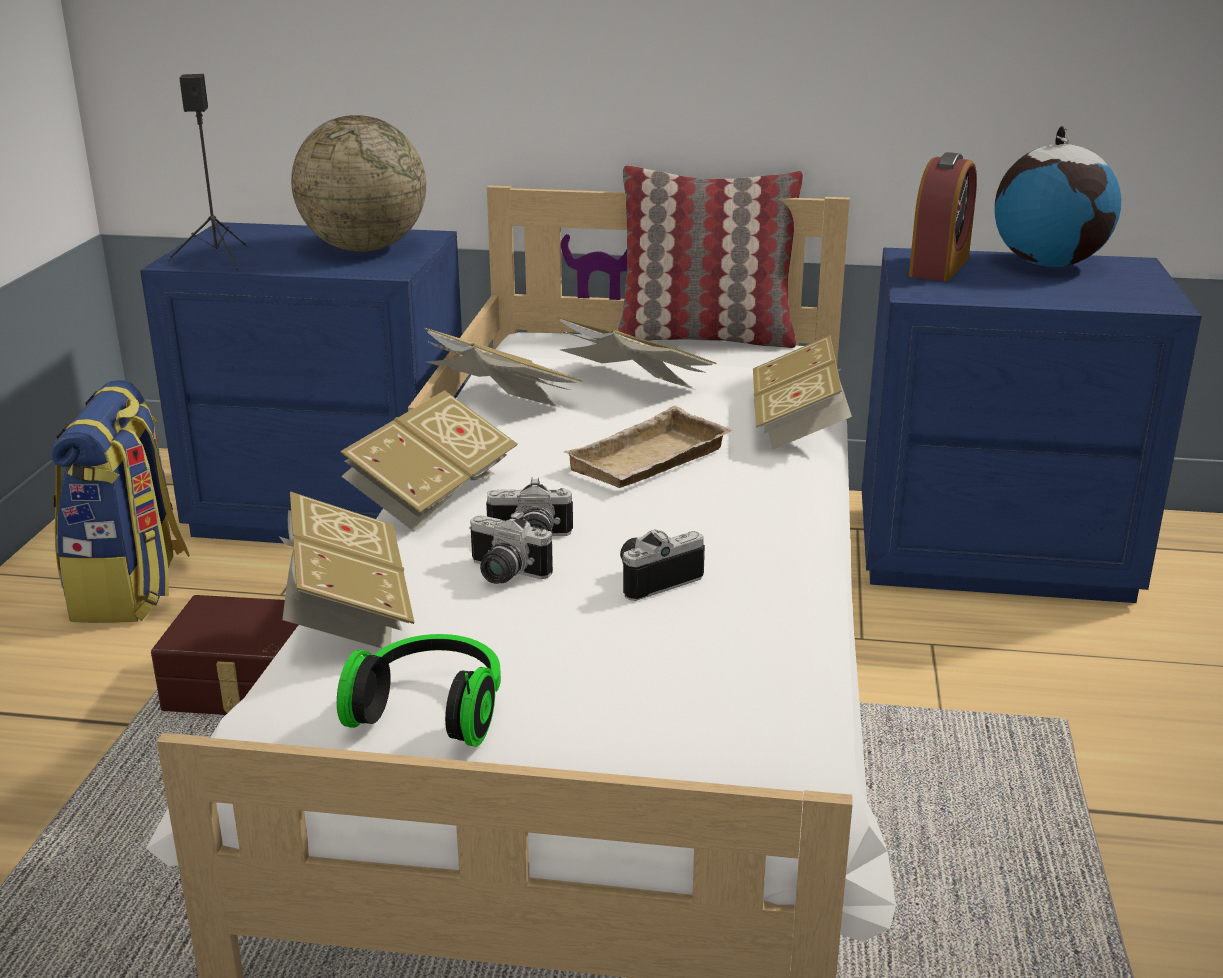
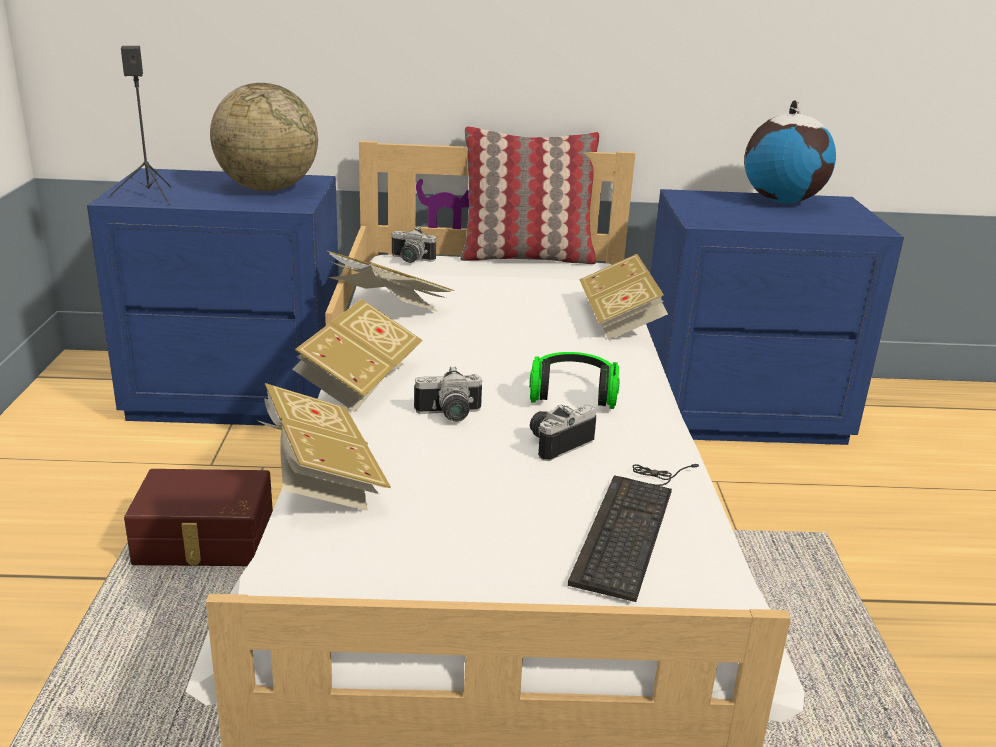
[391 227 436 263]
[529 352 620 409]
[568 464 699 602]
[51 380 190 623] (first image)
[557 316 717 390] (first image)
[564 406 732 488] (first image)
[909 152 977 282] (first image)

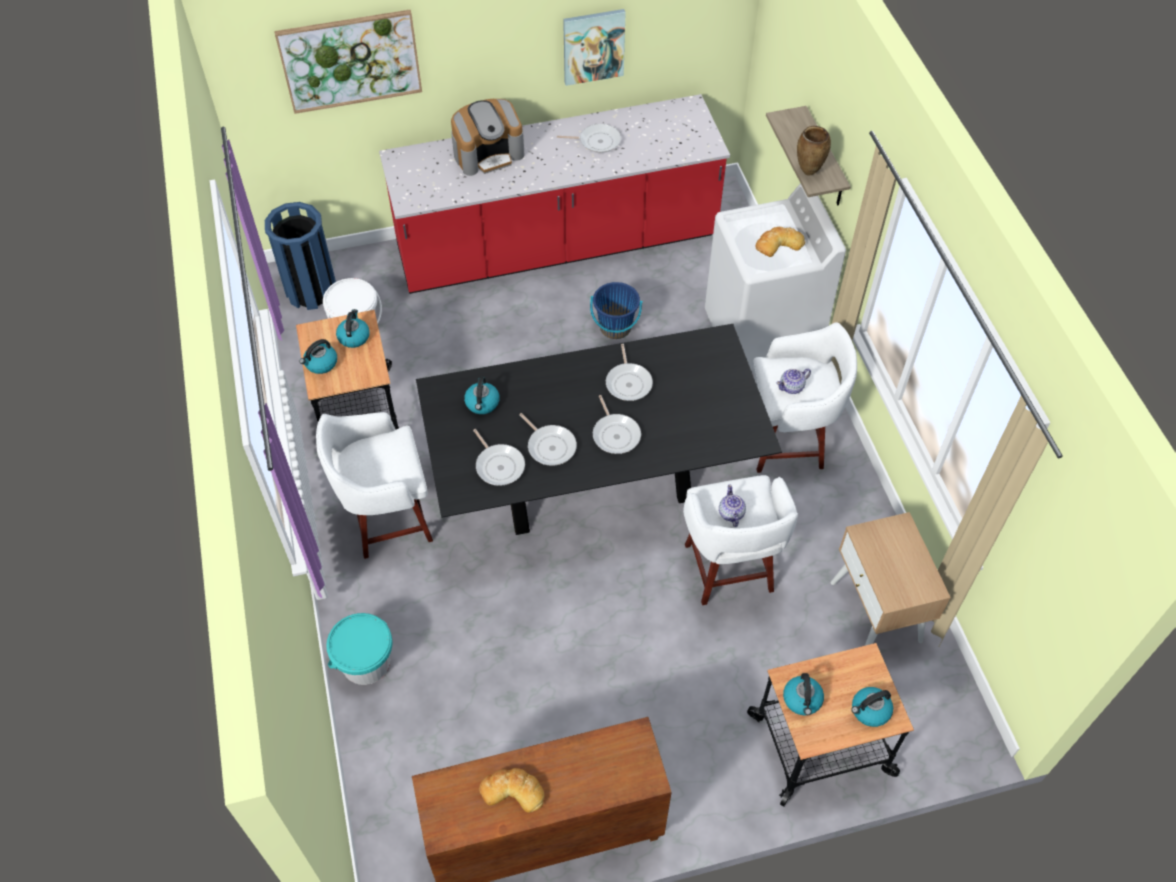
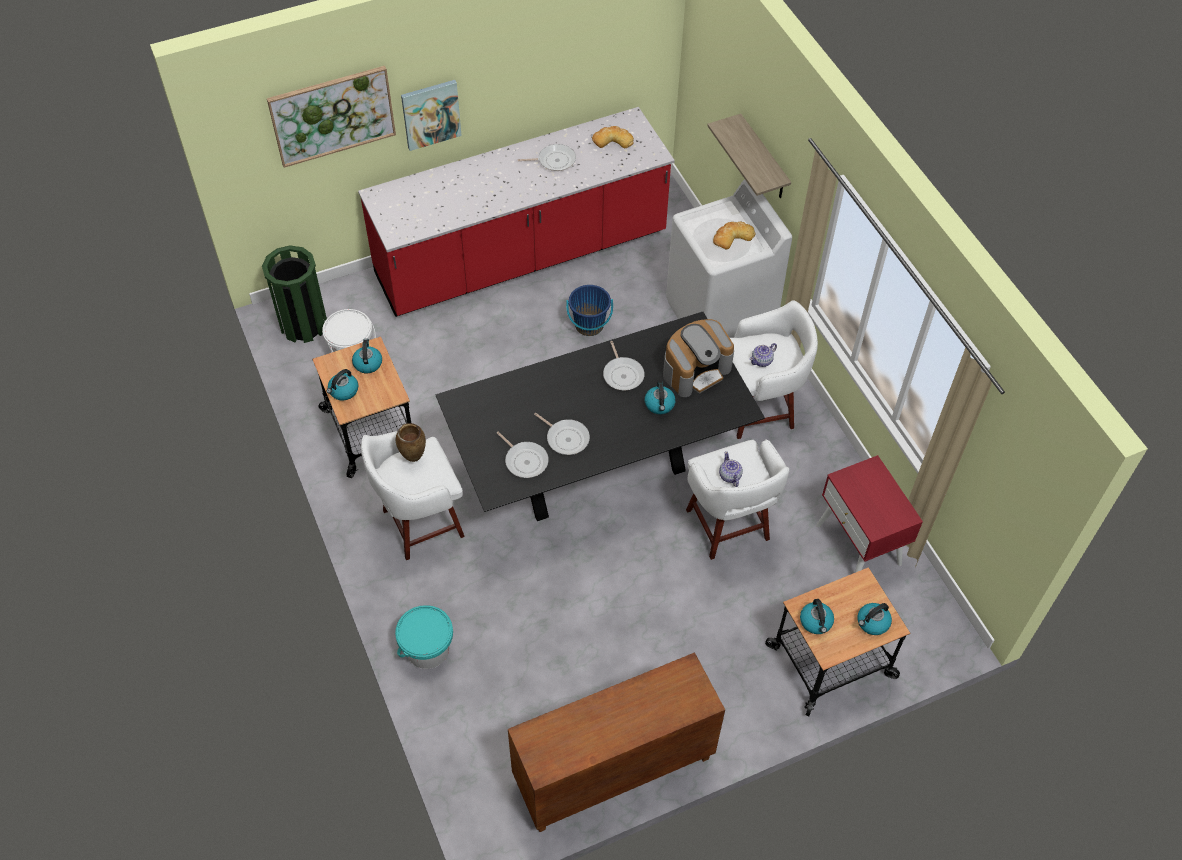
[262 245 327 343]
[396 423 426 462]
[401 80 462 151]
[592 126 634 148]
[645 381 676 414]
[663 319 734 397]
[816 455 923 573]
[593 395 641 454] (first image)

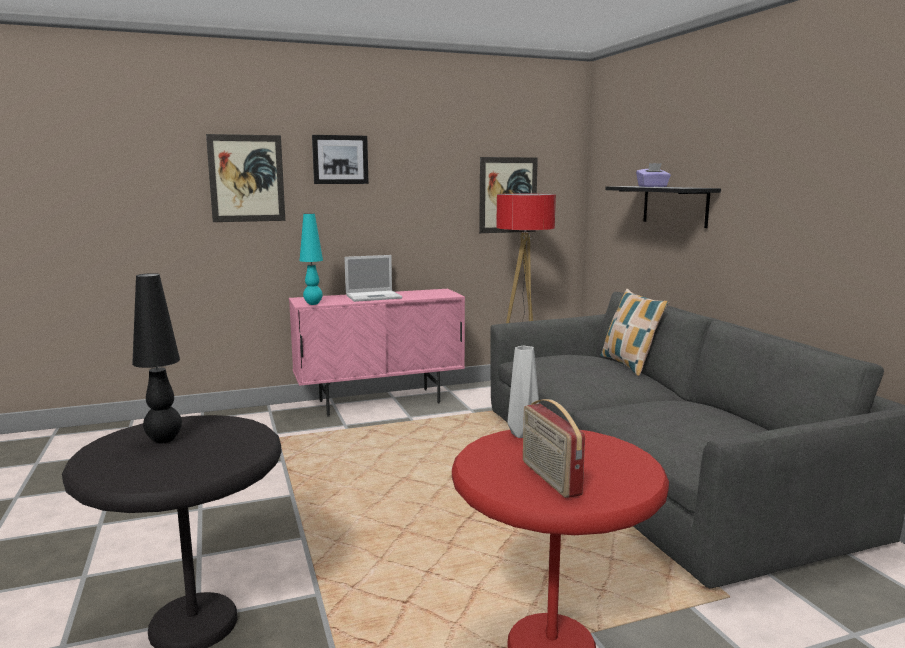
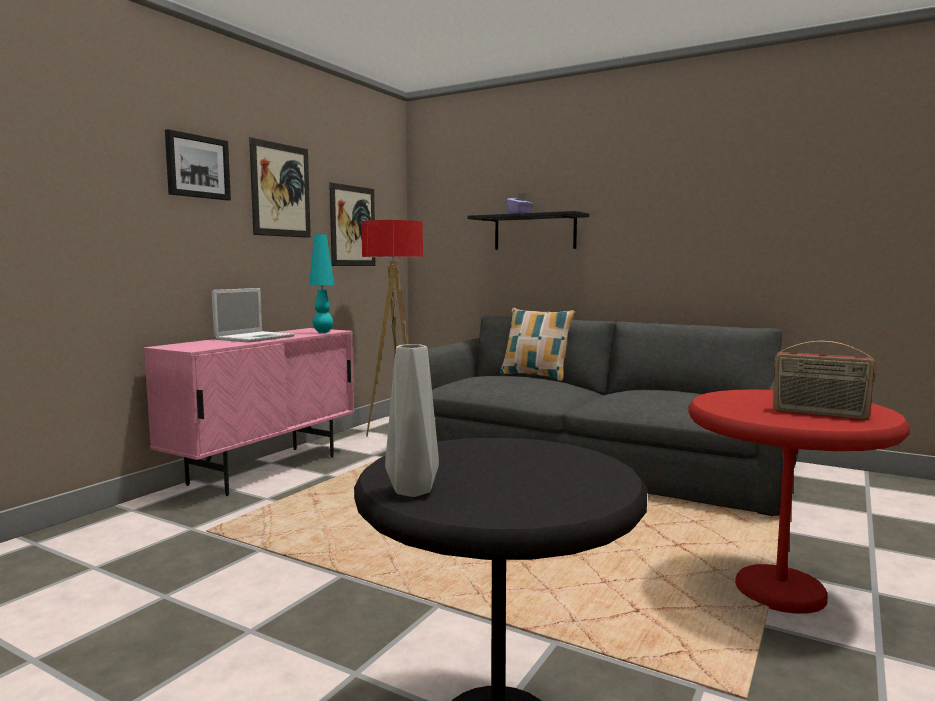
[249 137 311 238]
[309 234 334 333]
[385 344 439 497]
[132 273 182 443] (first image)

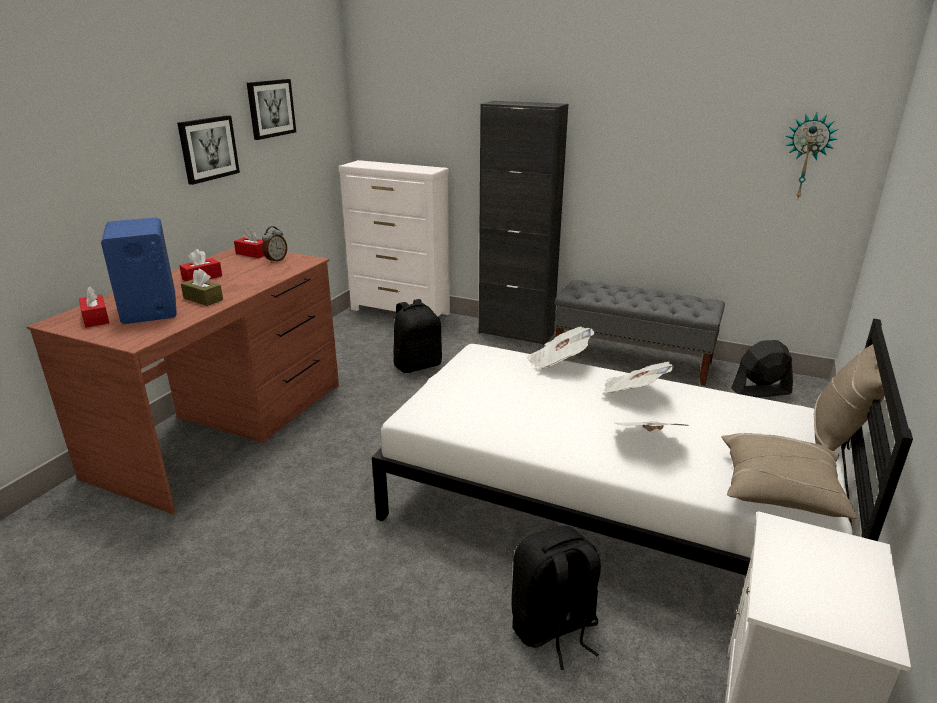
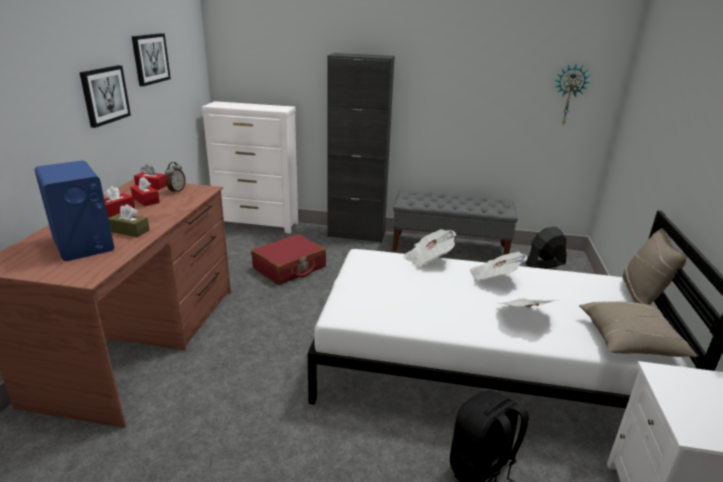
[130 177 160 206]
[251 234 326 285]

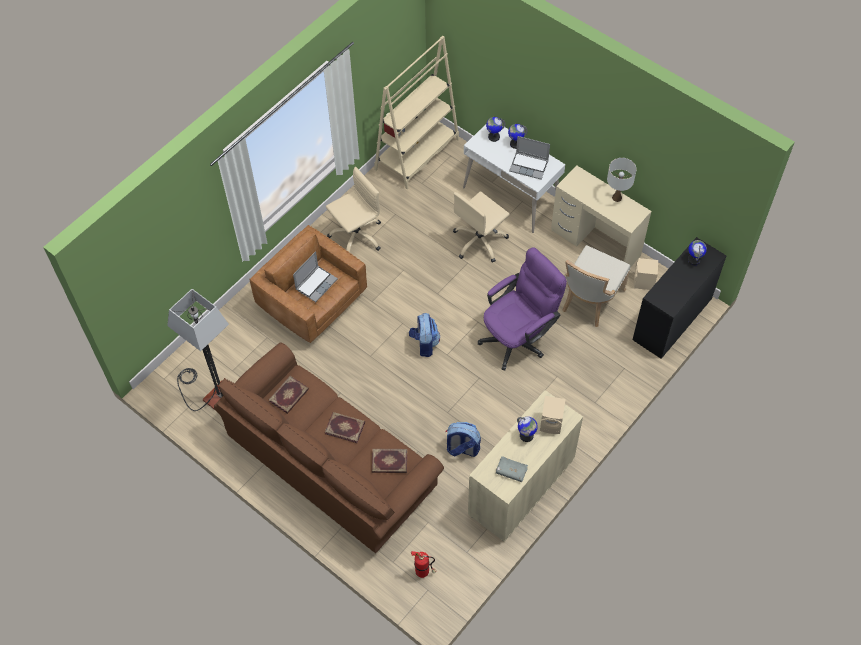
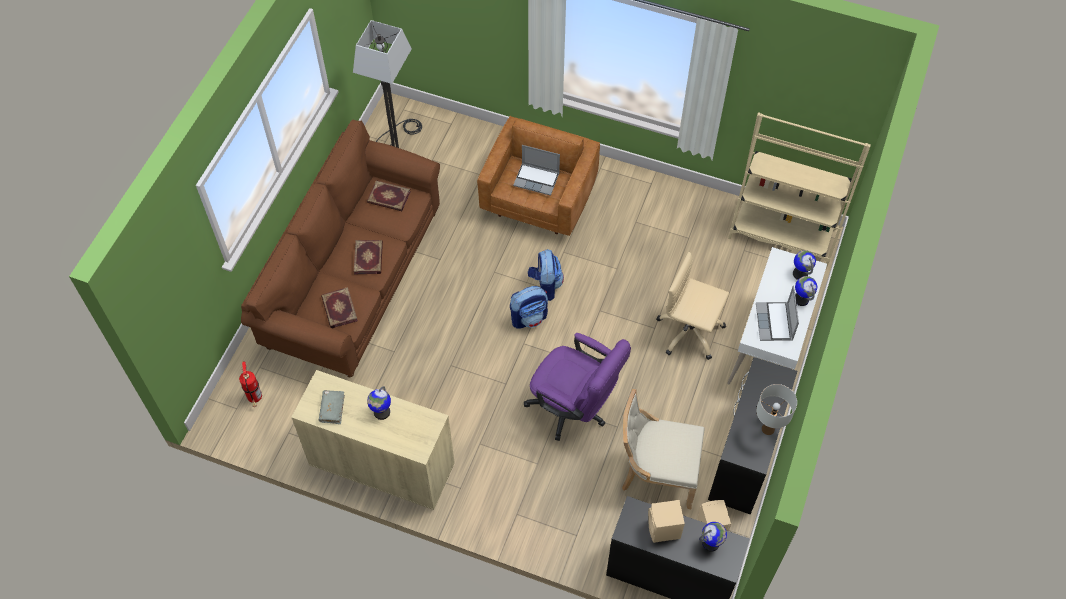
[528 249 564 301]
[648 500 685 543]
[708 357 797 515]
[326 167 381 252] (first image)

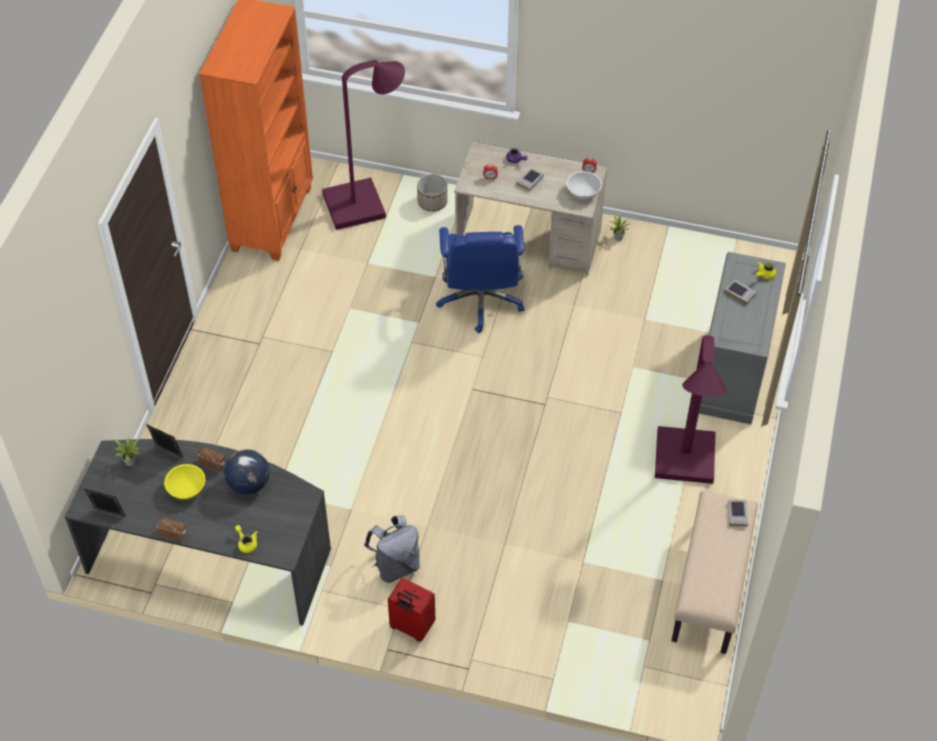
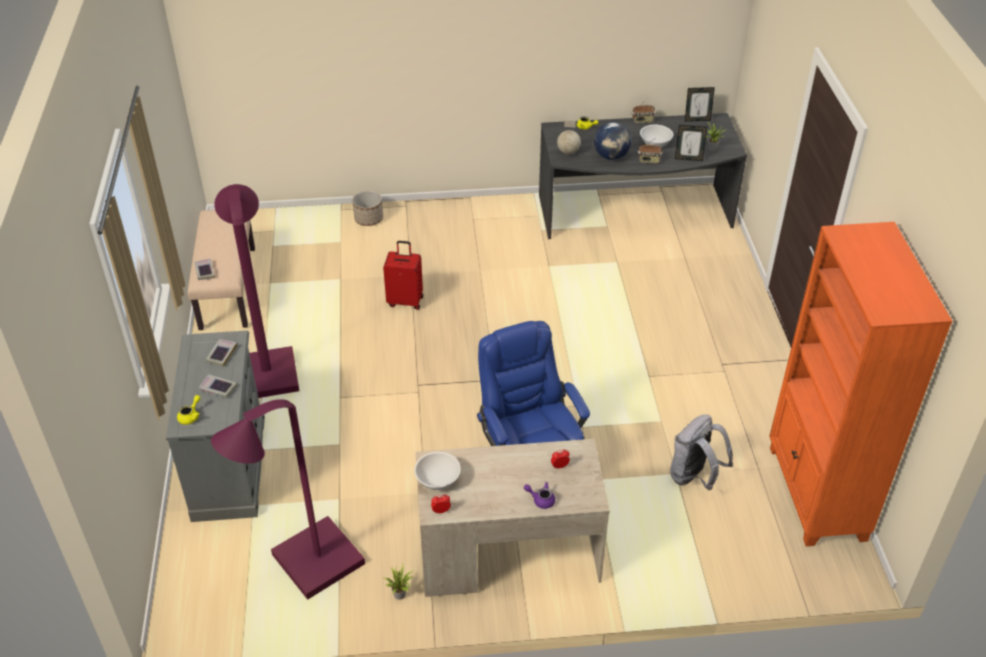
[206 339 237 367]
[211 399 365 600]
[352 191 383 226]
[383 241 423 310]
[557 120 581 154]
[640 125 673 147]
[670 414 733 490]

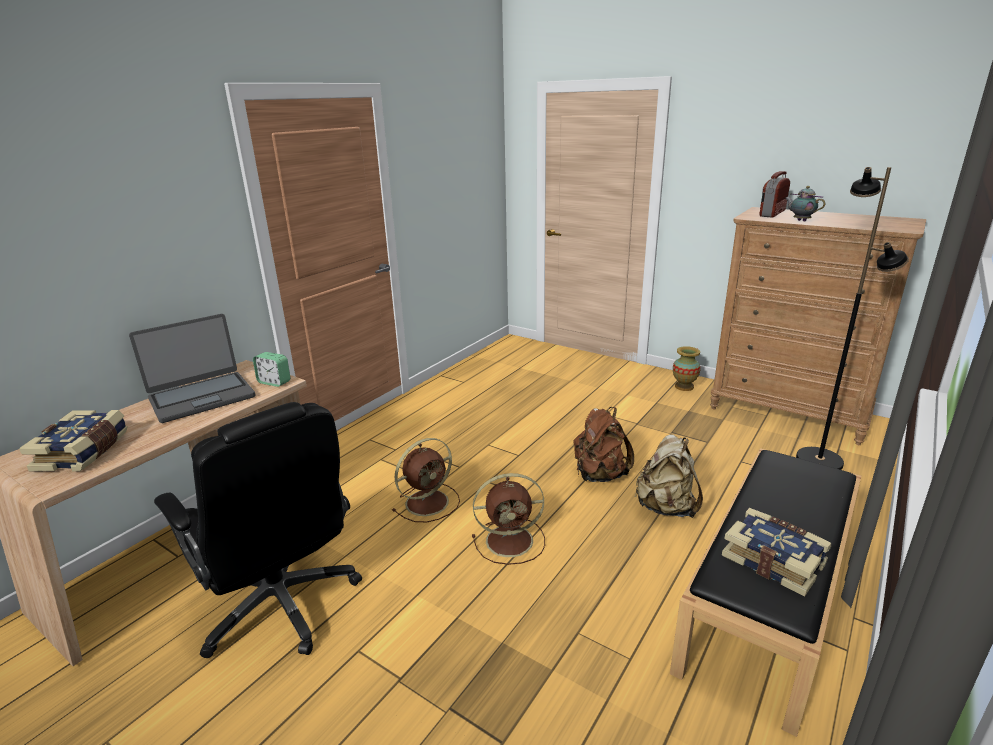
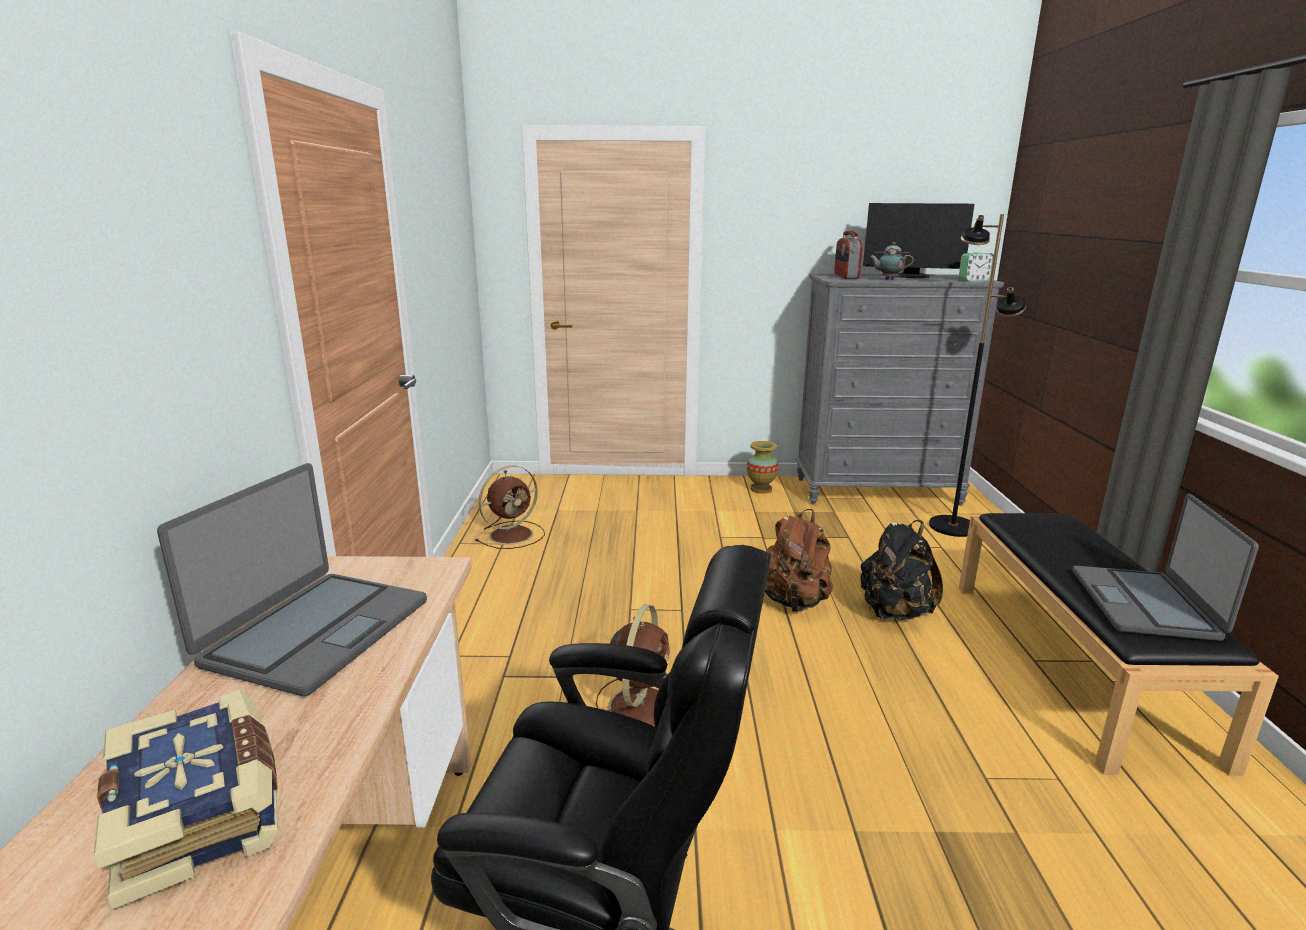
[475 465 545 549]
[796 274 1004 506]
[861 520 943 620]
[863 203 974 278]
[959 252 994 282]
[1072 493 1259 641]

